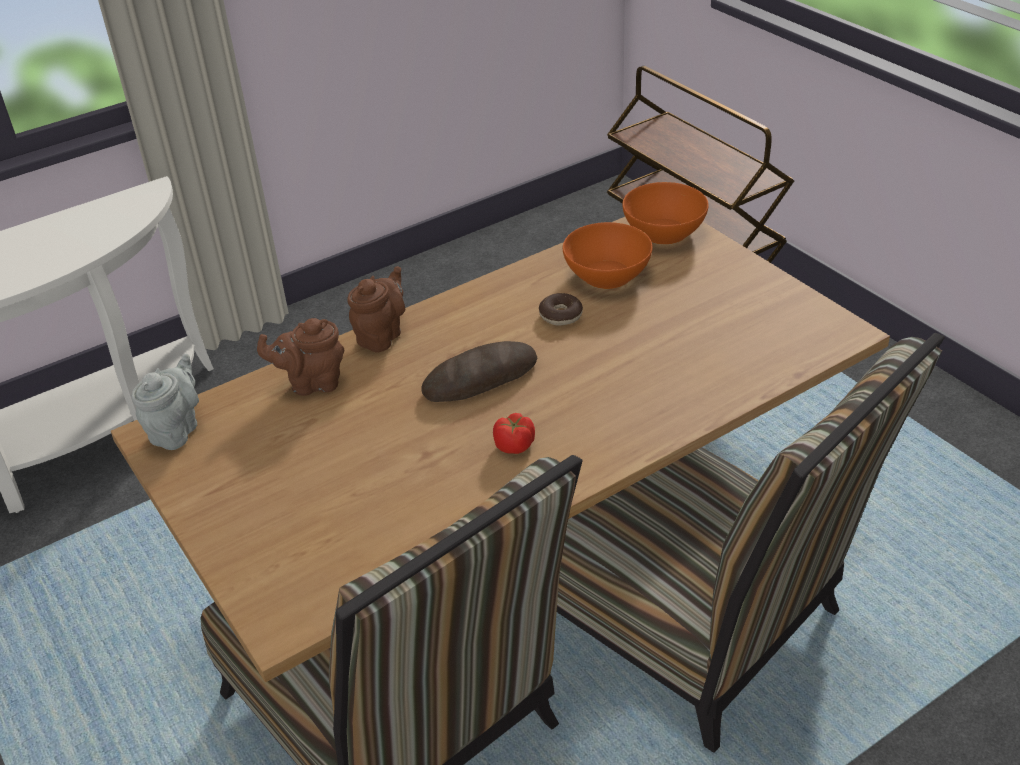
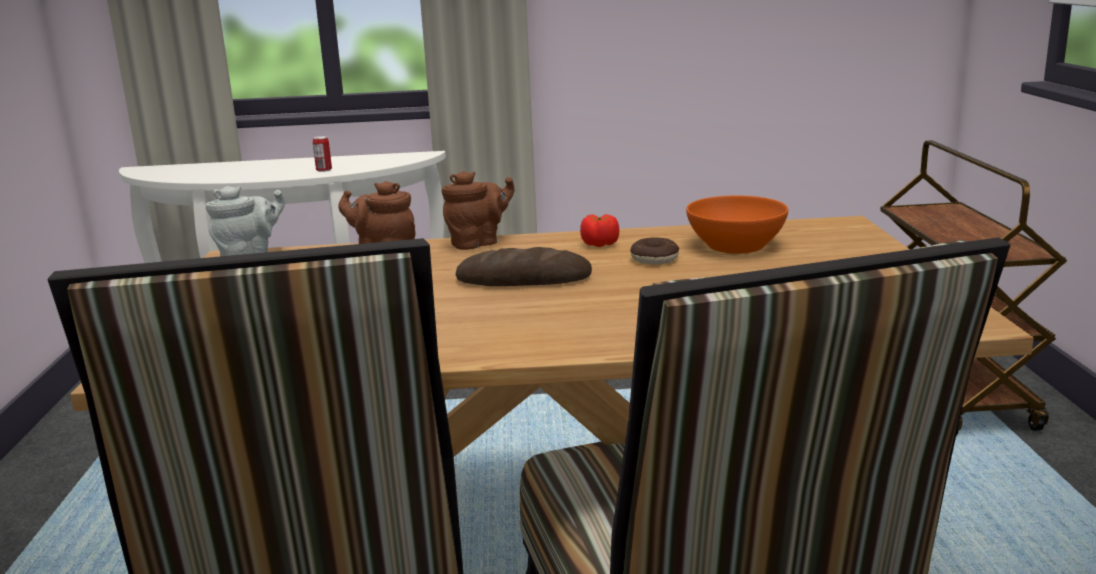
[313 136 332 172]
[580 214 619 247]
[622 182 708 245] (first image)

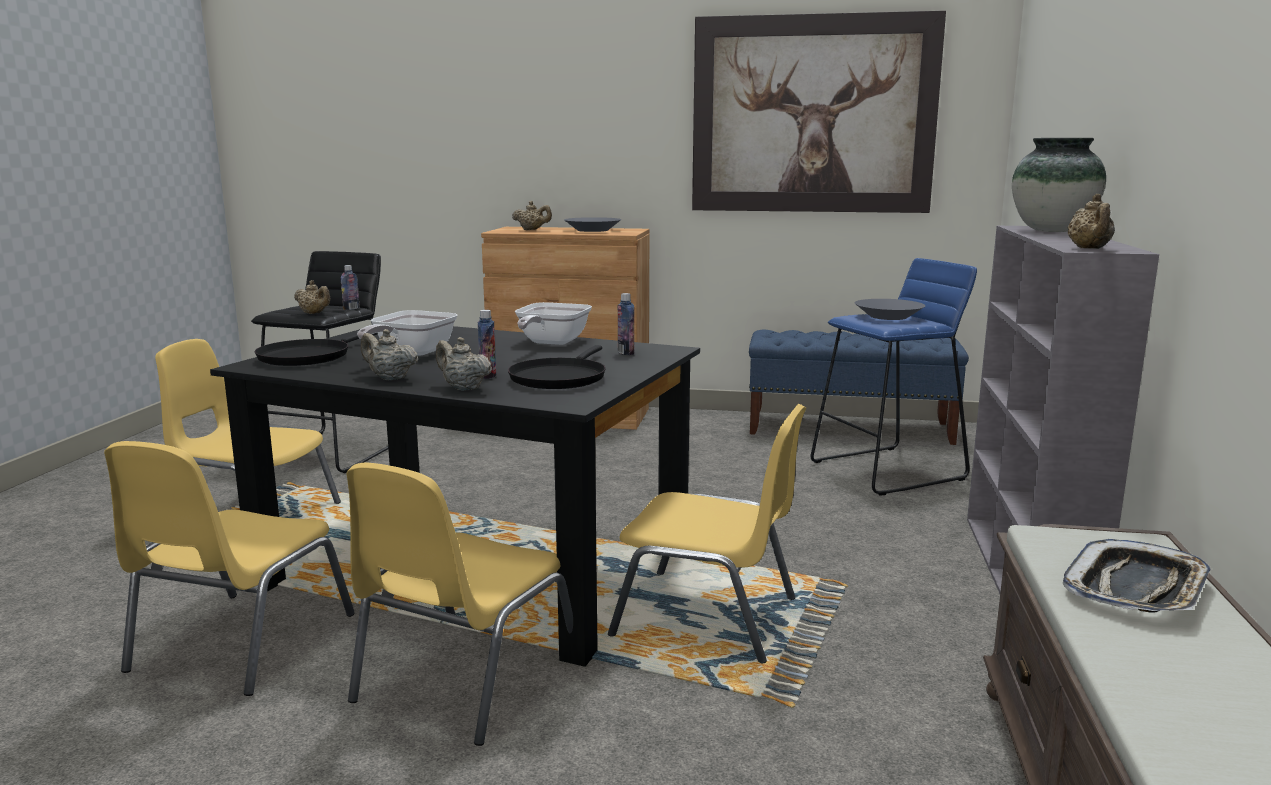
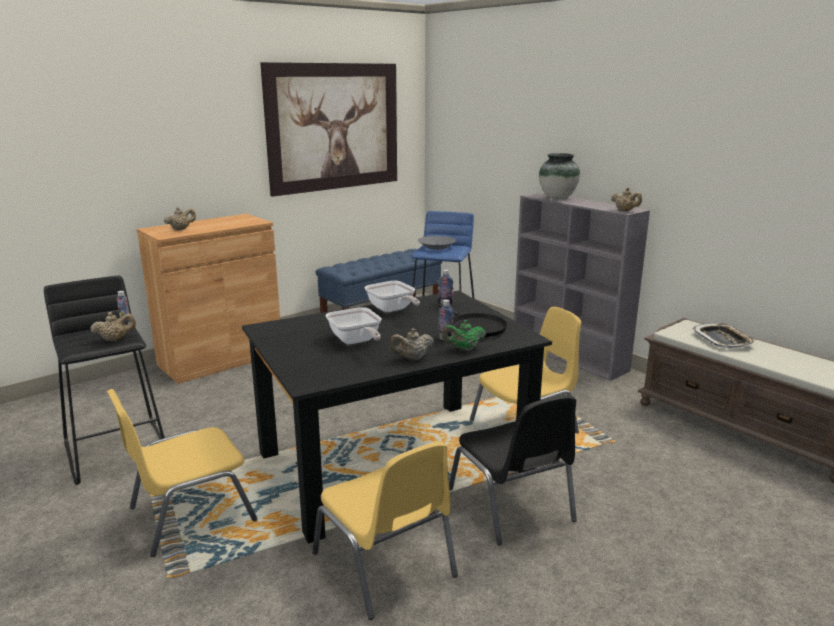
[442 320 486 351]
[449 395 577 546]
[255 333 378 366] (first image)
[564 217 622 232] (first image)

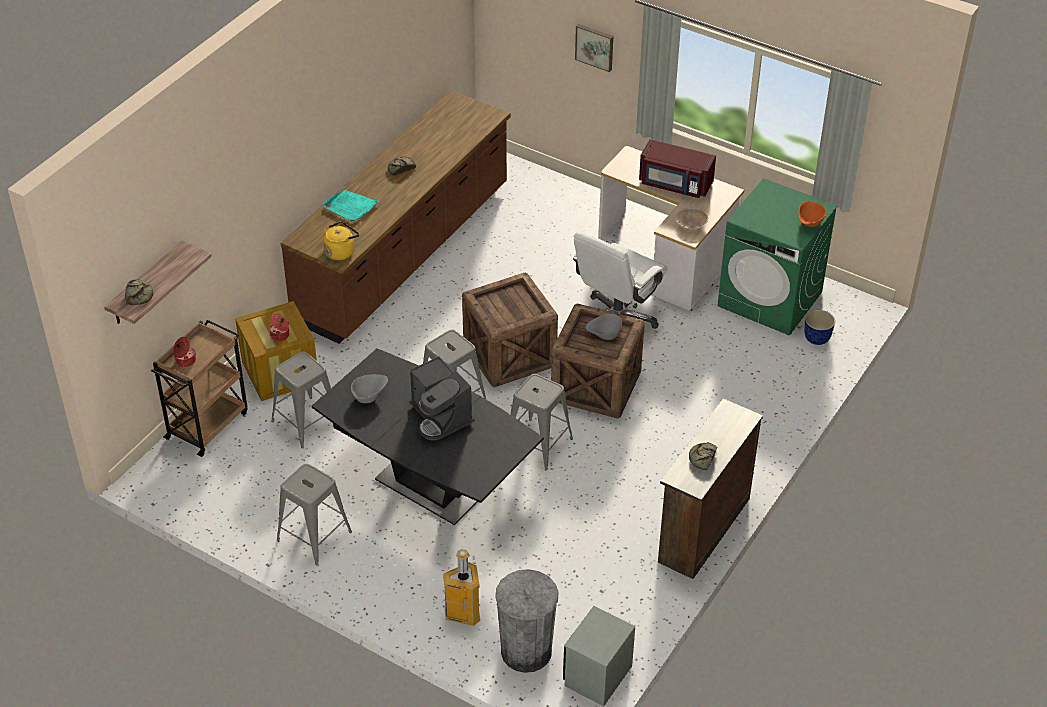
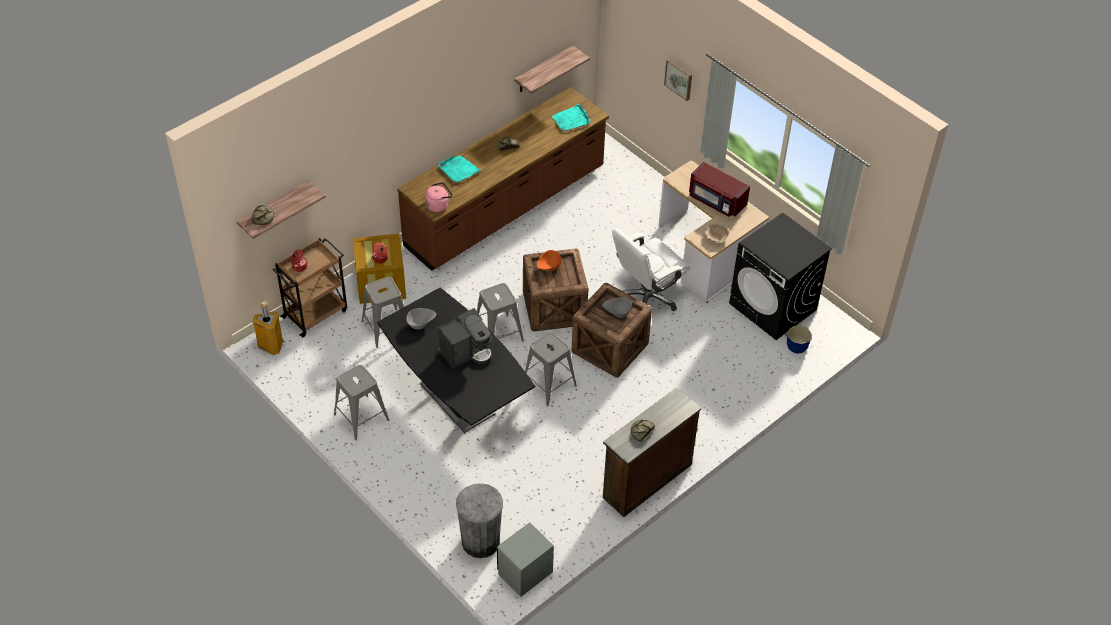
[252 300 283 355]
[425 182 452 212]
[437 308 492 369]
[514 46 590 94]
[537 250 561 271]
[552 104 591 131]
[729 213 832 340]

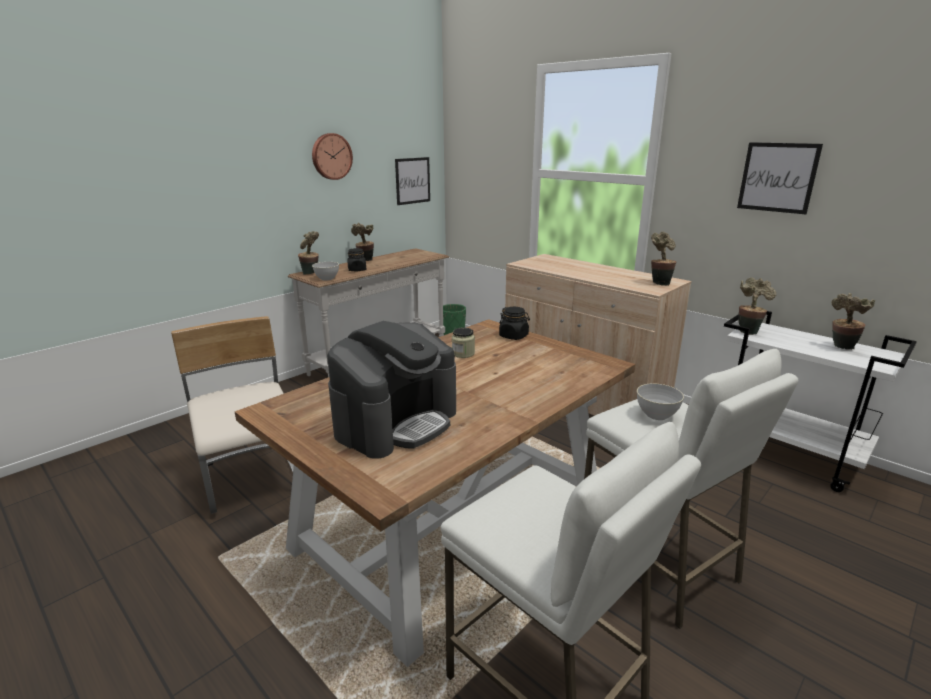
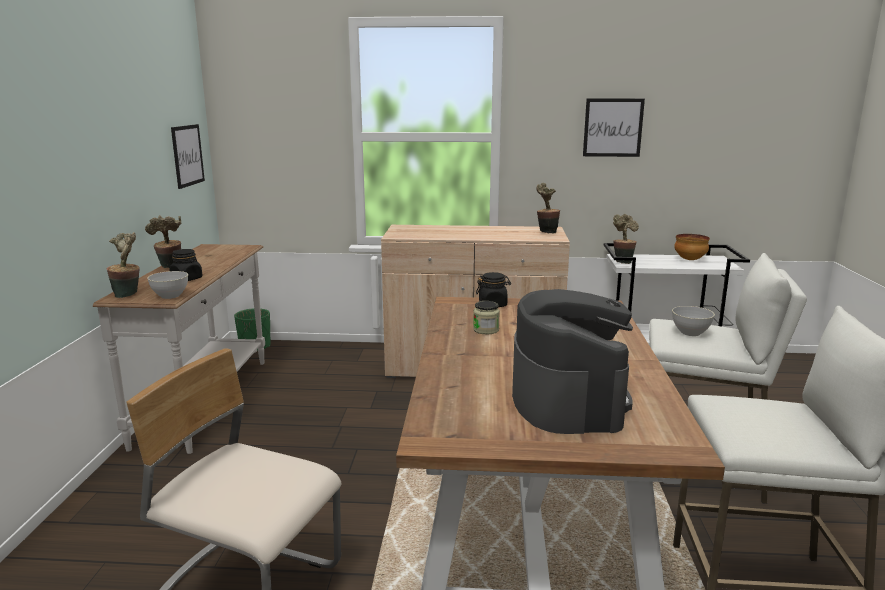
[674 234 710 260]
[312 133 353 180] (first image)

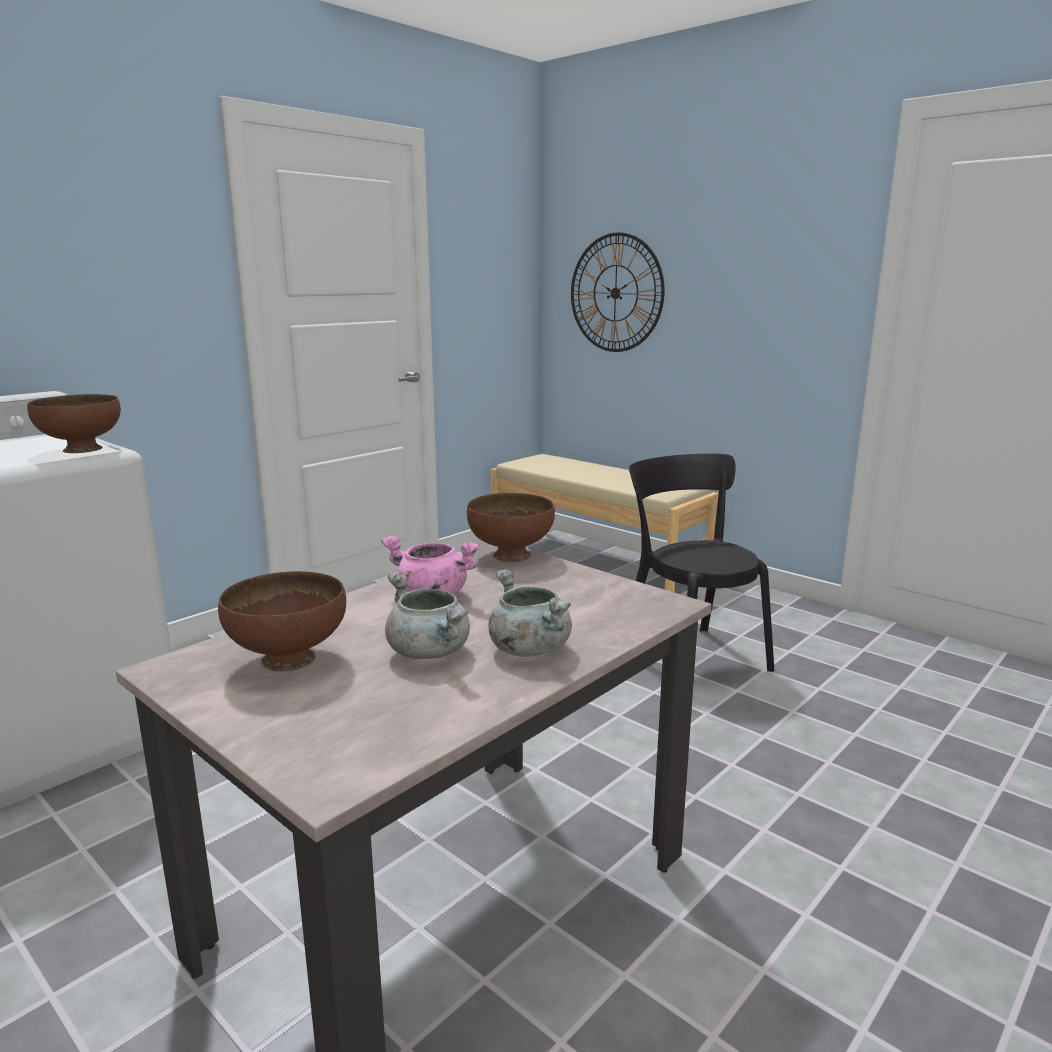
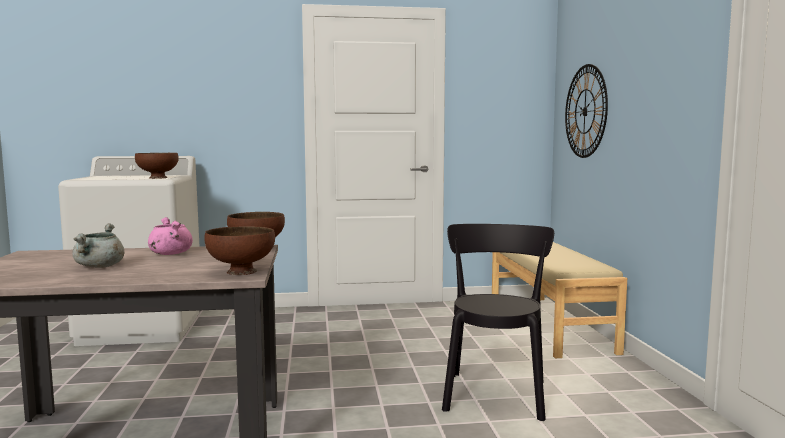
[204 226 275 275]
[488 569 572 657] (first image)

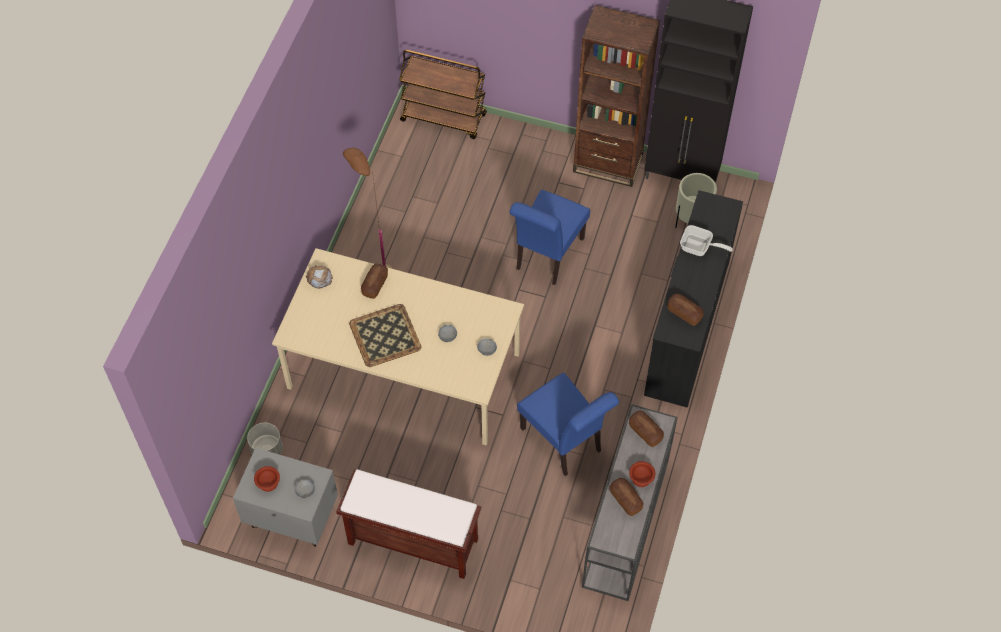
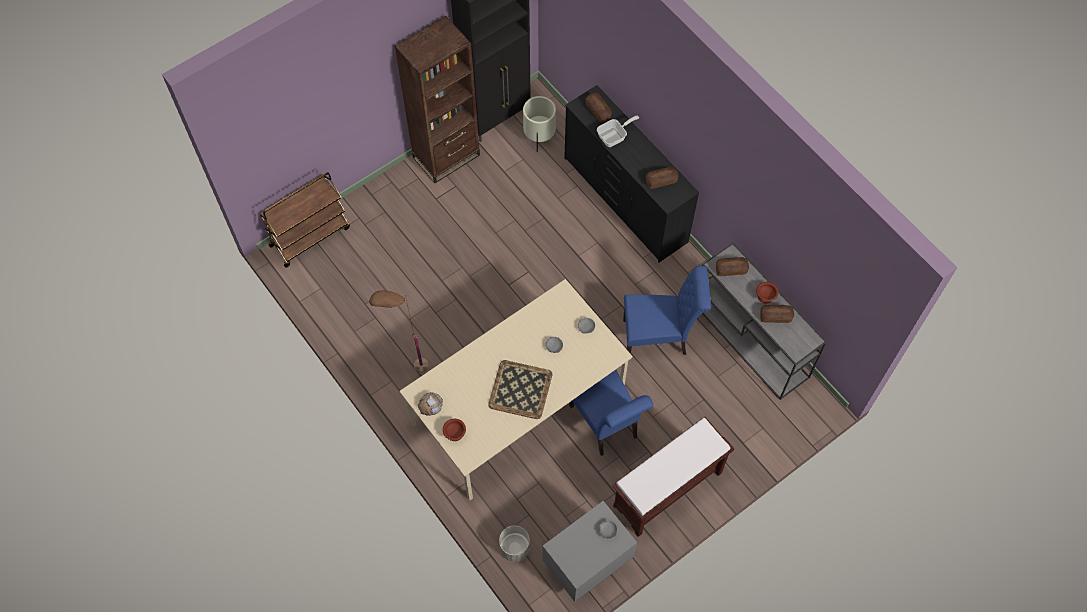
[443 419 466 441]
[569 370 653 456]
[586 92 611 122]

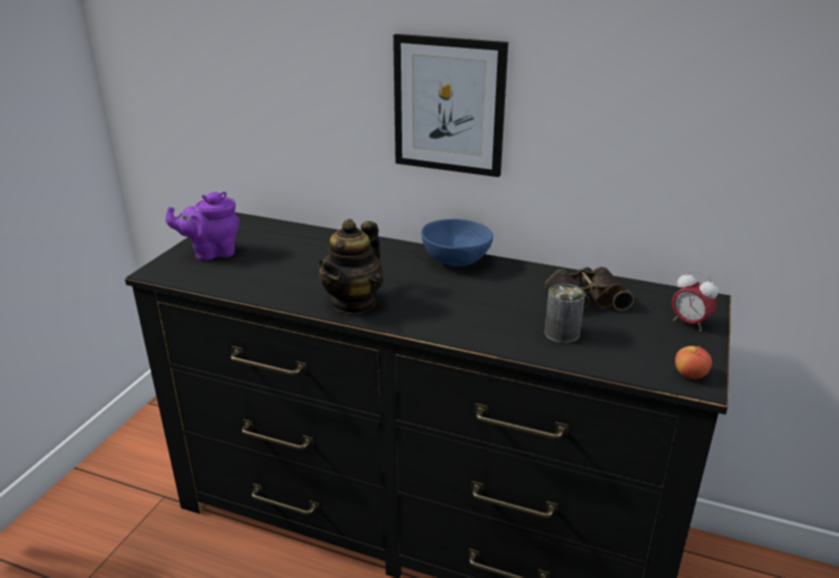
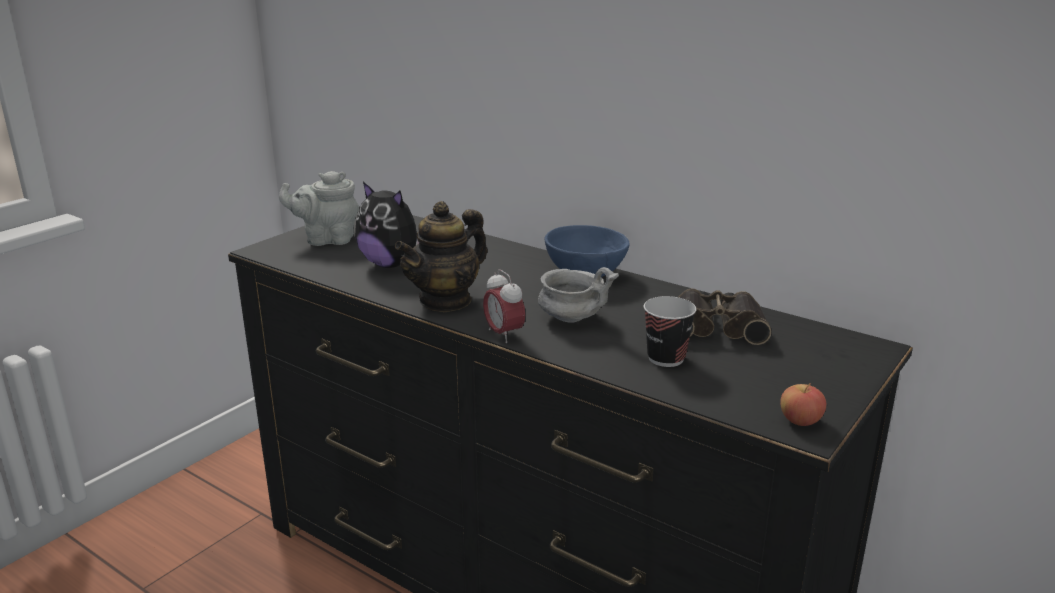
[279 171 359 246]
[355 182 419 268]
[483 270 525 343]
[538 267 619 323]
[644 296 696 367]
[393 34 508 177] (first image)

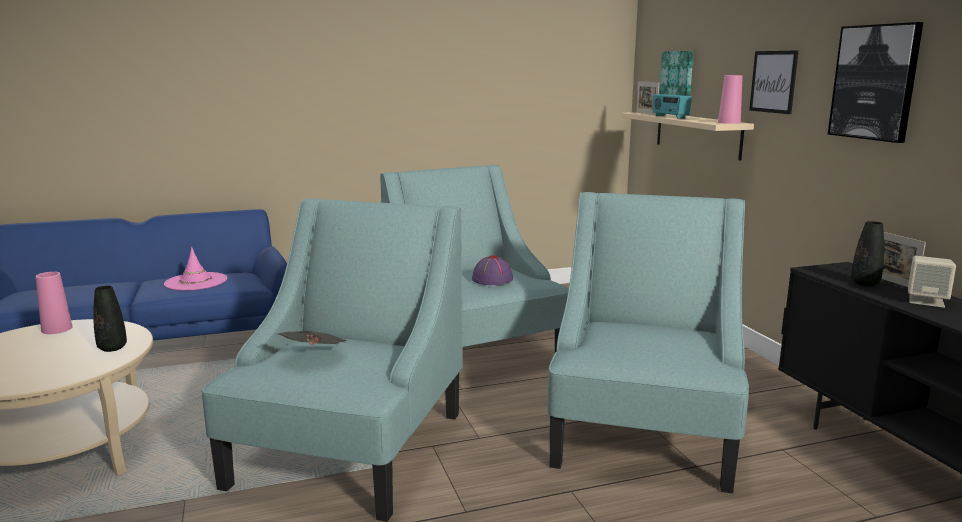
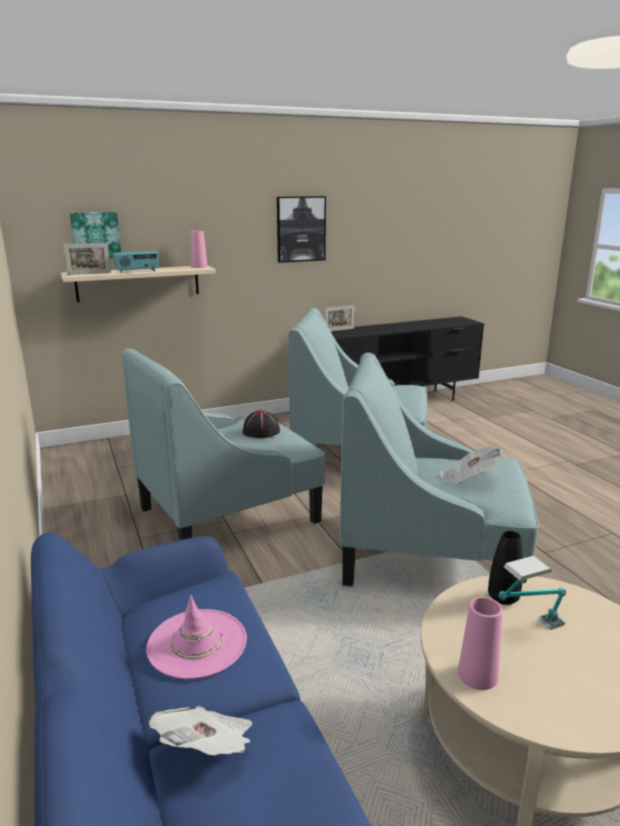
[149 706 252 755]
[243 410 280 438]
[498 556 566 630]
[749 50 799 114] (first image)
[851 221 884 286] (first image)
[908 256 956 308] (first image)

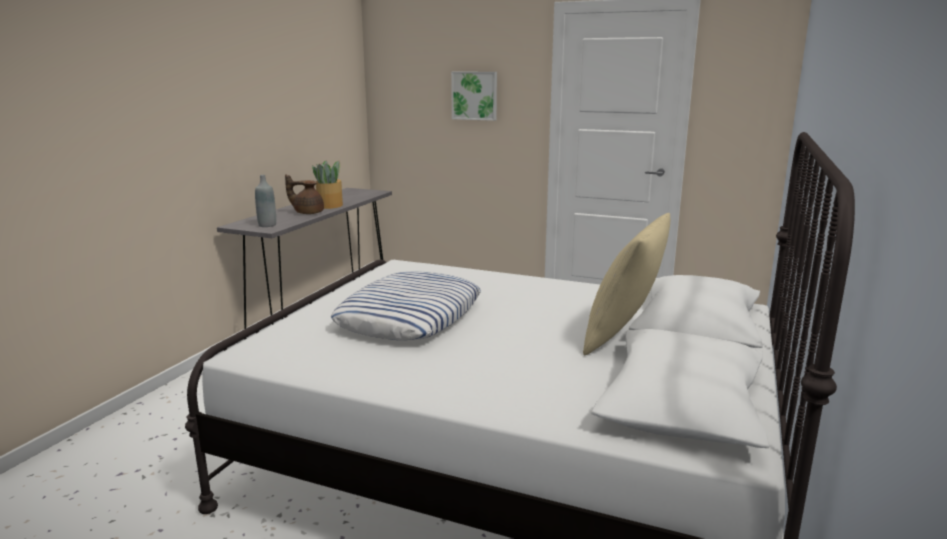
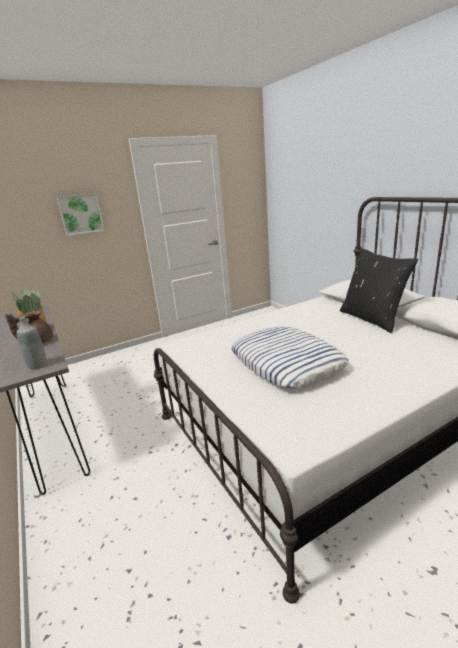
[340 248 418 333]

